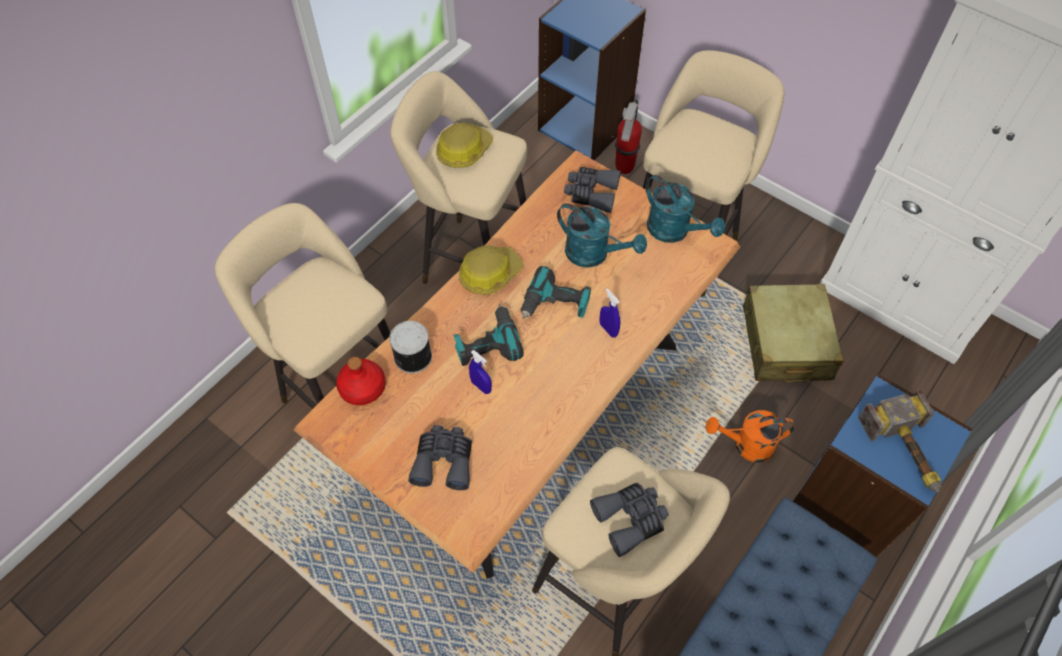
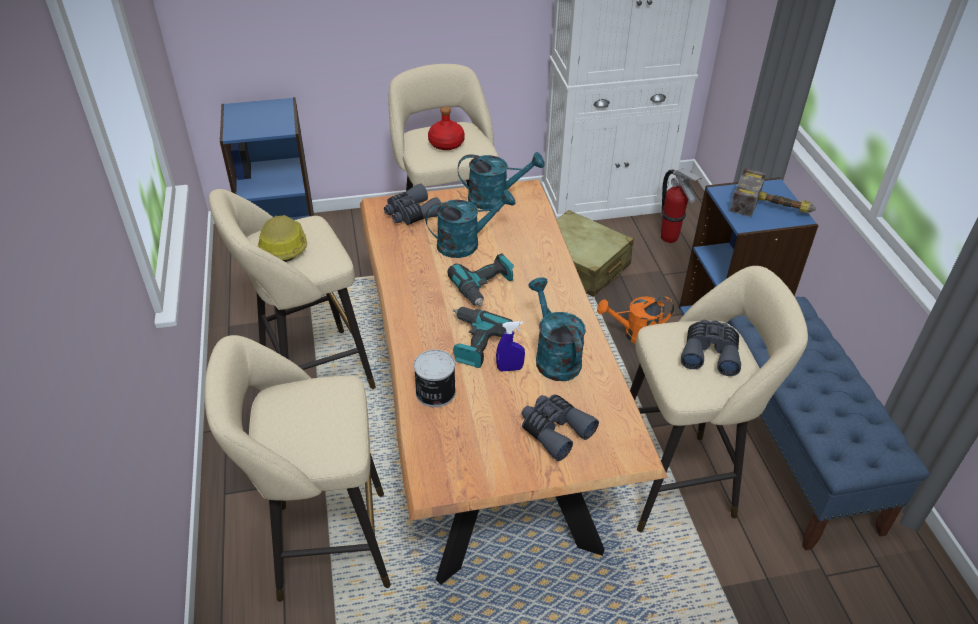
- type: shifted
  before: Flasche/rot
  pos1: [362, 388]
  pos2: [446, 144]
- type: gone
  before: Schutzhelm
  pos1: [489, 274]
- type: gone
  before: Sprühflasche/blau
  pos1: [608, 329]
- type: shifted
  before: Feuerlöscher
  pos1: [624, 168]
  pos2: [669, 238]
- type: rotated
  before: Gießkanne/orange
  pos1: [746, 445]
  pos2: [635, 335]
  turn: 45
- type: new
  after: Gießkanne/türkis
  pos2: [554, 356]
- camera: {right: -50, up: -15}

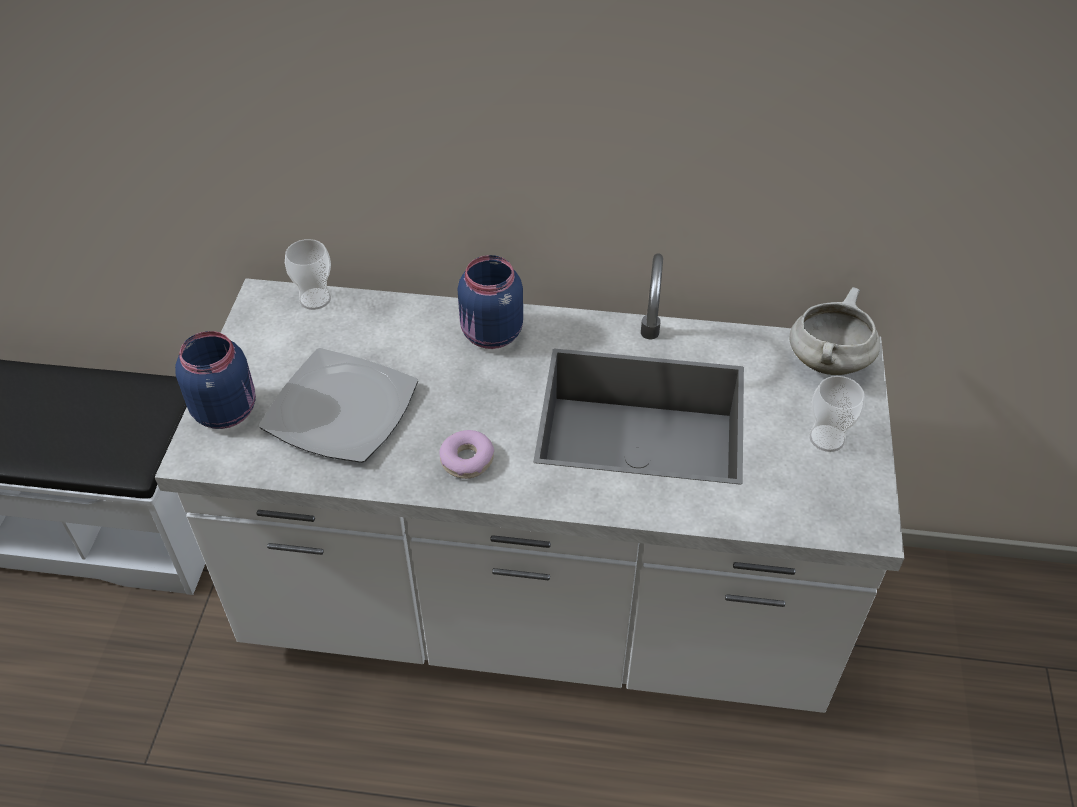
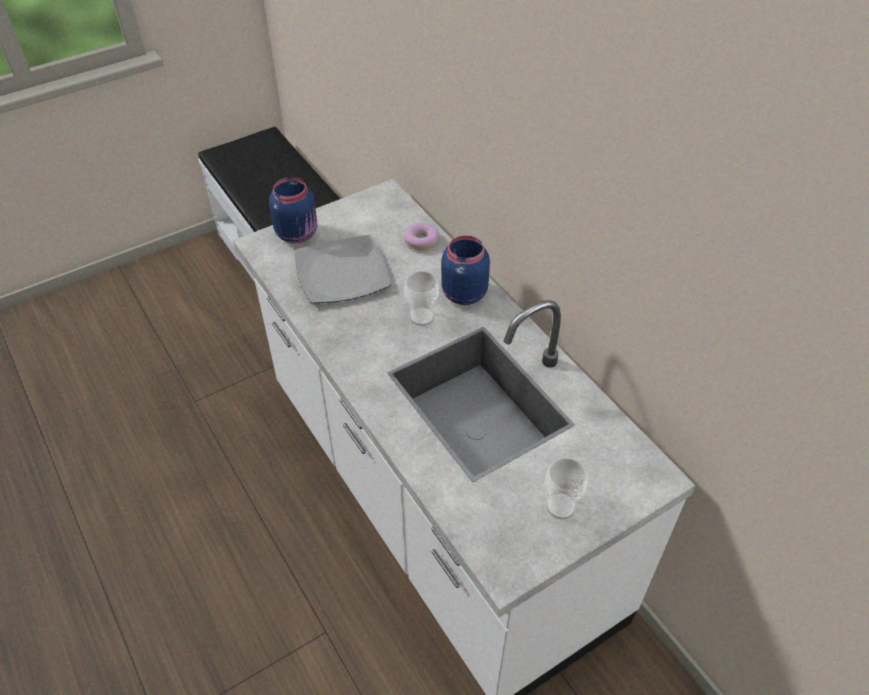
- type: shifted
  before: Tasse
  pos1: [315, 299]
  pos2: [422, 316]
- type: shifted
  before: Donut
  pos1: [467, 460]
  pos2: [421, 241]
- type: gone
  before: Kochtopf/weiß
  pos1: [827, 361]
- camera: {right: 50, up: 0}

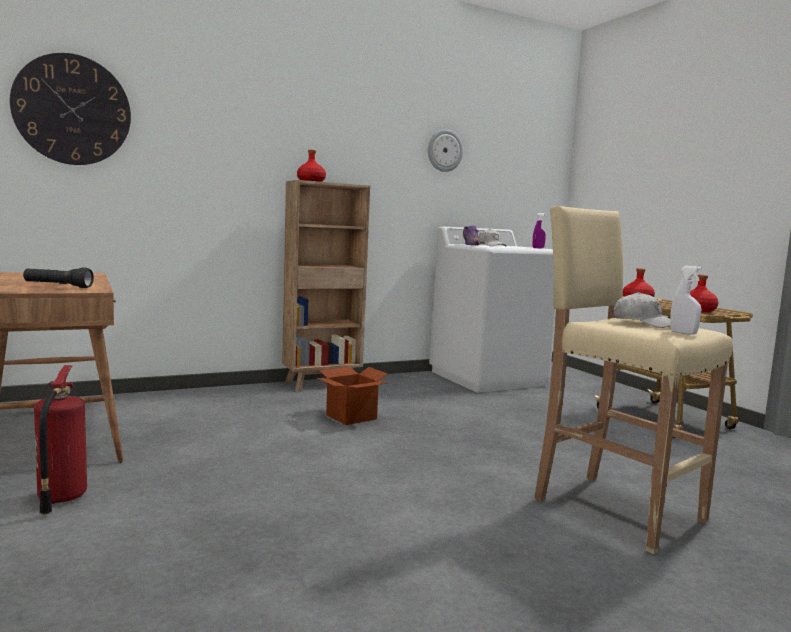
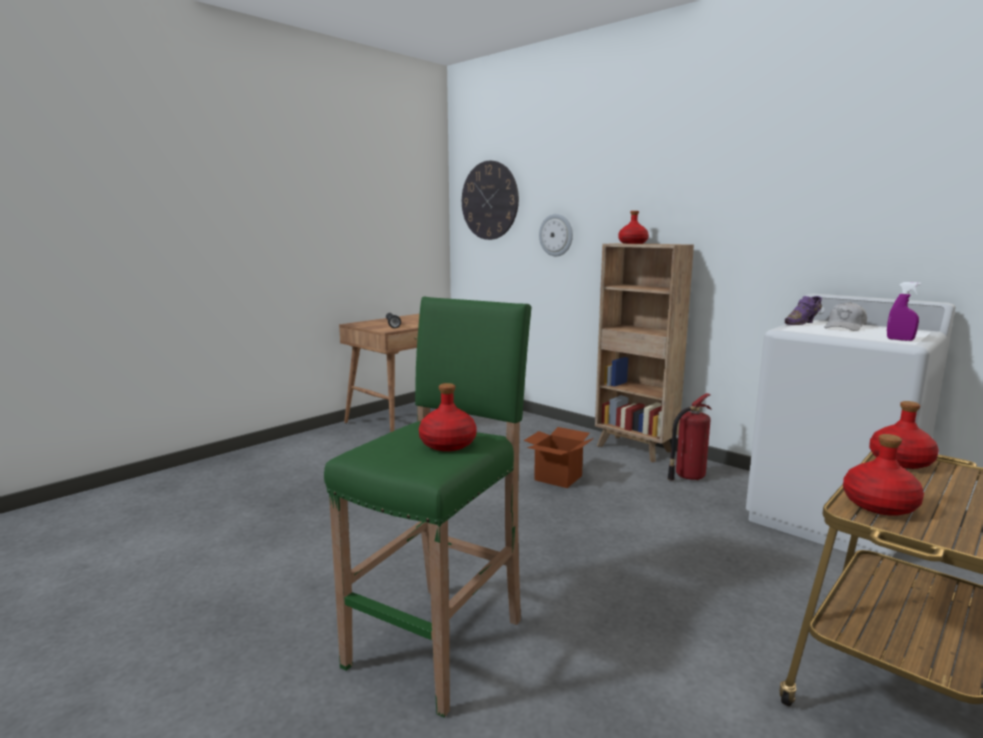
- type: shifted
  before: Feuerlöscher
  pos1: [60, 499]
  pos2: [688, 477]
- type: shifted
  before: Wanduhr
  pos1: [444, 150]
  pos2: [556, 235]
- type: repainted
  before: Hocker/beige
  after: Hocker/grün
  pos1: [614, 509]
  pos2: [439, 641]
- type: swapped
  before: Kappe/weiß
  after: Flasche/rot
  pos1: [643, 323]
  pos2: [448, 444]
- type: gone
  before: Sprühflasche/weiß
  pos1: [683, 333]
- camera: {right: 70, up: 5}

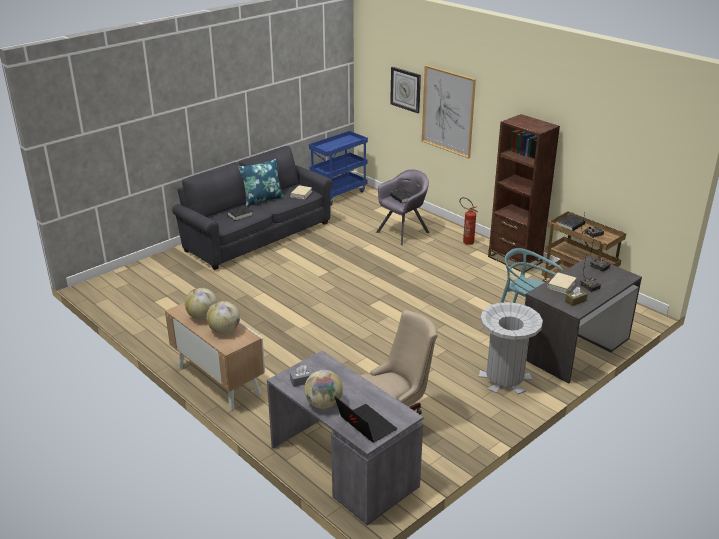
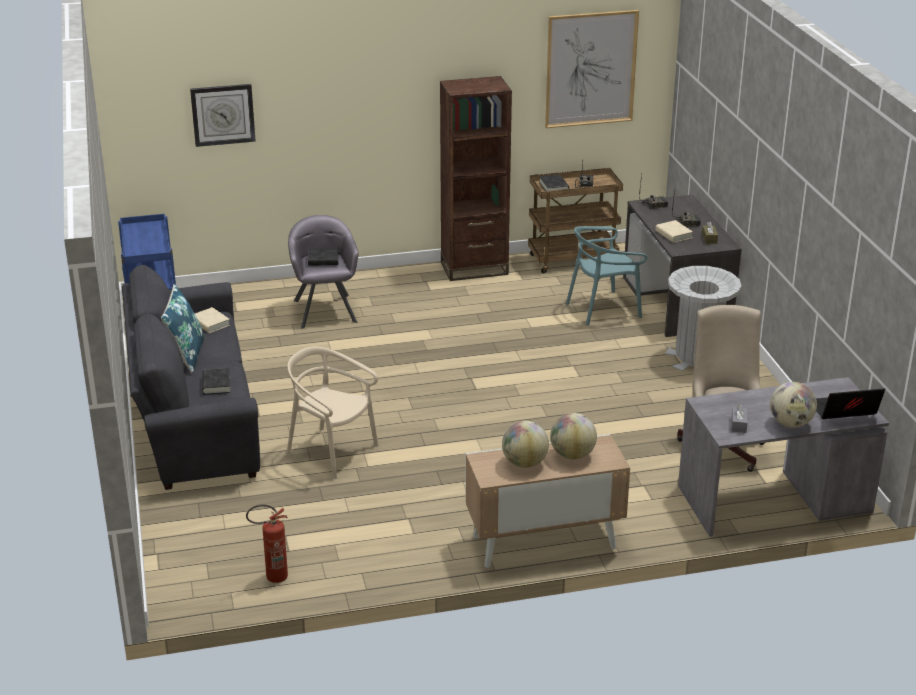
- type: shifted
  before: Bild
  pos1: [448, 111]
  pos2: [591, 69]
- type: shifted
  before: Feuerlöscher
  pos1: [466, 241]
  pos2: [271, 578]
- type: new
  after: Stuhl/beige
  pos2: [331, 452]
- camera: {right: -60, up: 0}

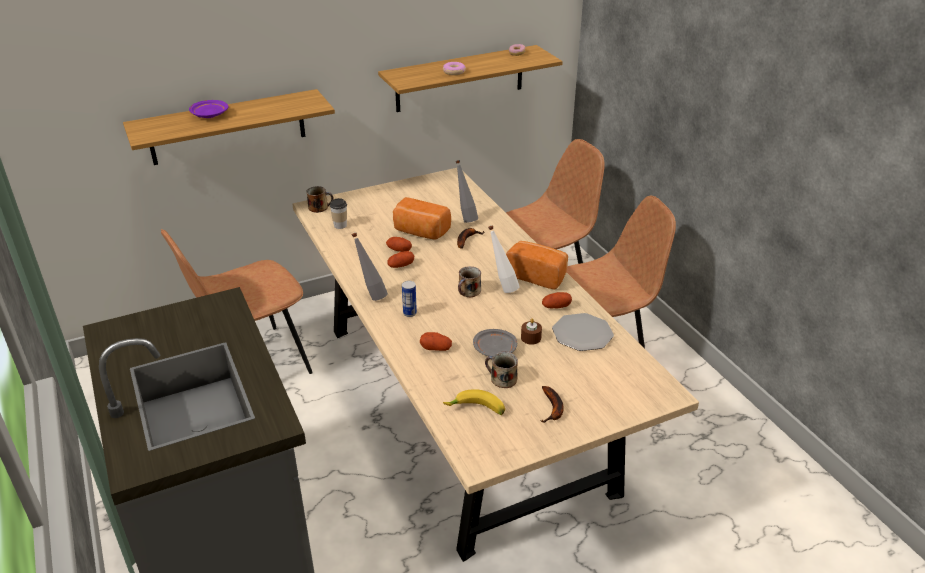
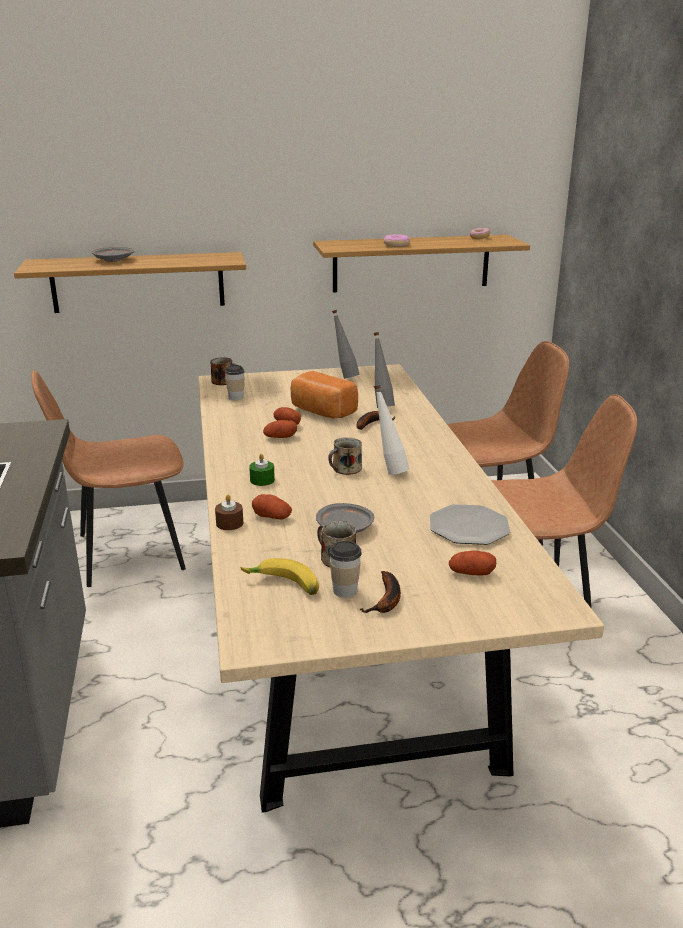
- type: repainted
  before: Teller/lila
  after: Teller/grau
  pos1: [209, 115]
  pos2: [113, 260]
- type: shifted
  before: Flasche/grau
  pos1: [371, 295]
  pos2: [344, 377]
- type: swapped
  before: Dose
  after: Kerze/grün
  pos1: [409, 313]
  pos2: [262, 480]
- type: gone
  before: Brot
  pos1: [537, 275]
- type: shifted
  before: Kerze/braun
  pos1: [531, 338]
  pos2: [229, 523]
- type: shifted
  before: Kartoffel
  pos1: [556, 306]
  pos2: [471, 573]
- type: new
  after: Tasse
  pos2: [345, 590]
- camera: {right: 15, up: -10}

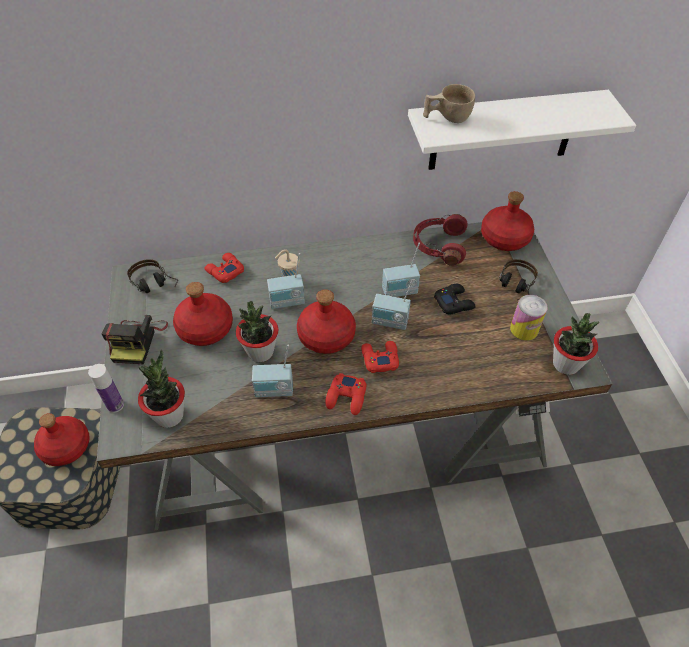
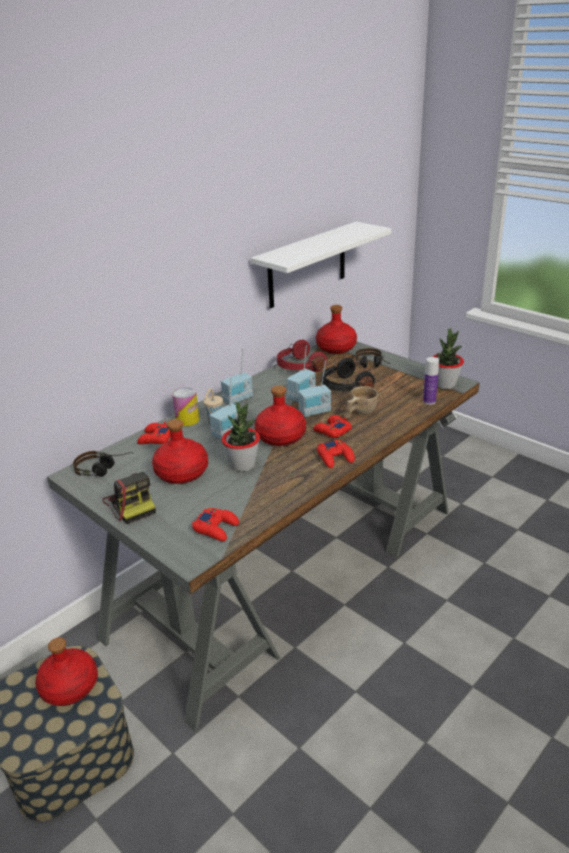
- type: shifted
  before: Flasche
  pos1: [115, 405]
  pos2: [429, 401]
- type: swapped
  before: Topfpflanze
  after: Gamepad/rot
  pos1: [169, 415]
  pos2: [216, 528]
- type: shifted
  before: Radio
  pos1: [274, 391]
  pos2: [238, 399]
- type: shifted
  before: Tasse/beige
  pos1: [446, 118]
  pos2: [359, 413]
- type: swapped
  before: Gamepad/schwarz
  after: Kopfhörer/schwarz
  pos1: [454, 302]
  pos2: [344, 387]
- type: shifted
  before: Dose
  pos1: [524, 329]
  pos2: [187, 420]
- camera: {right: -35, up: -20}

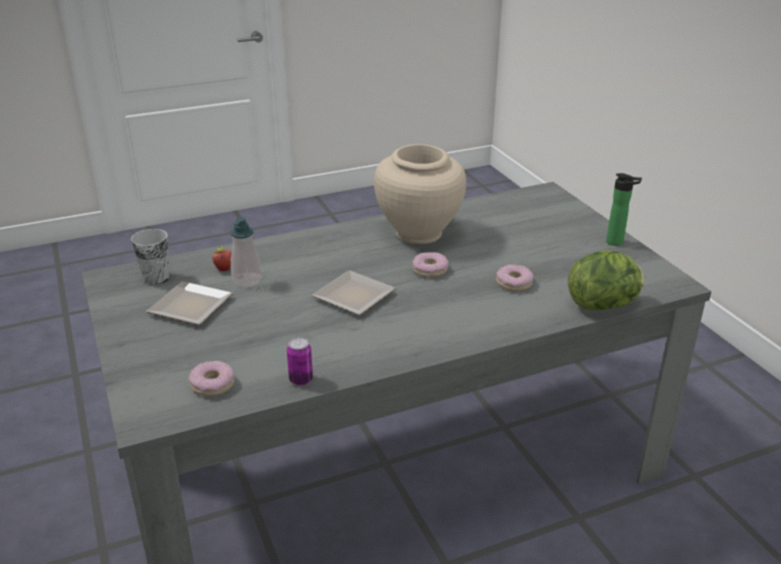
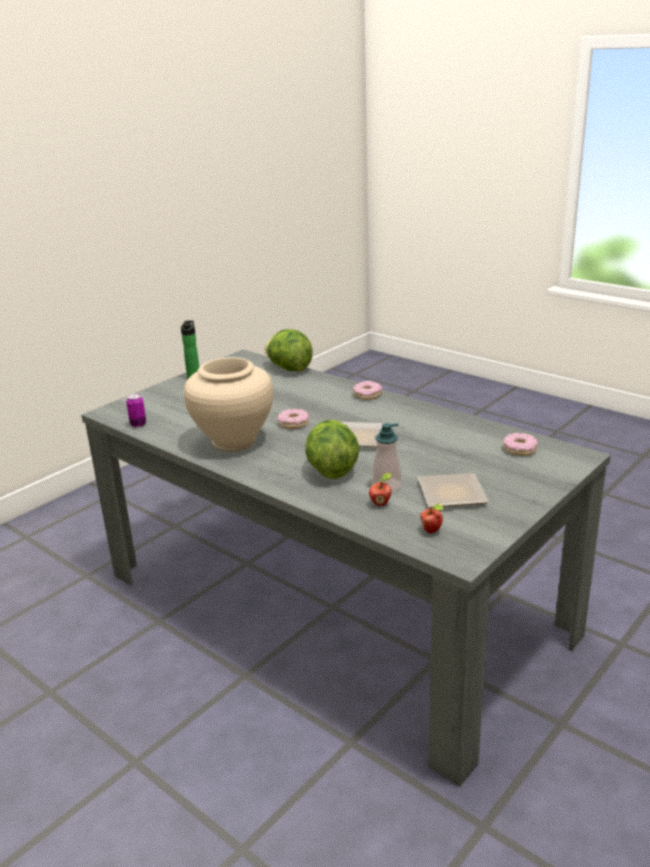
- type: swapped
  before: Tasse
  after: Apfel
  pos1: [156, 278]
  pos2: [432, 531]
- type: shifted
  before: Dose
  pos1: [301, 380]
  pos2: [138, 424]
- type: shifted
  before: Donut
  pos1: [513, 283]
  pos2: [367, 395]
- type: new
  after: Salatkopf
  pos2: [331, 470]
- camera: {right: -115, up: -5}

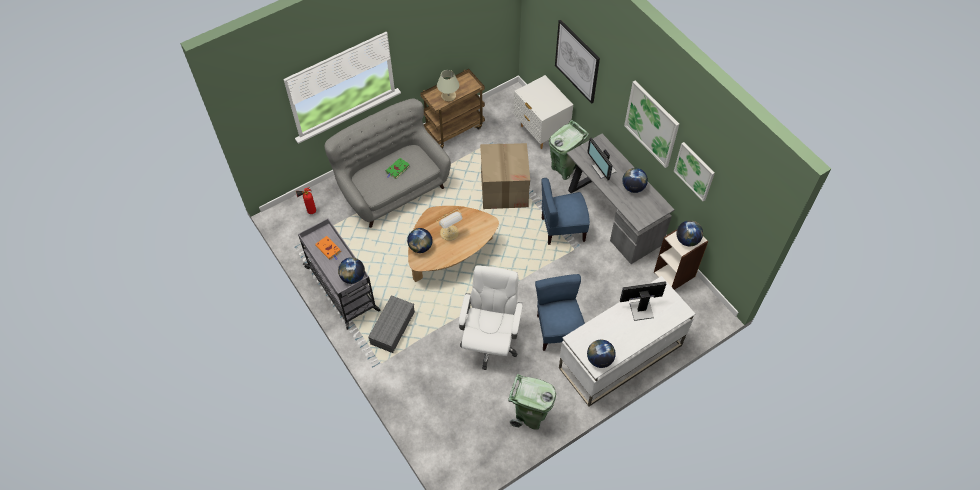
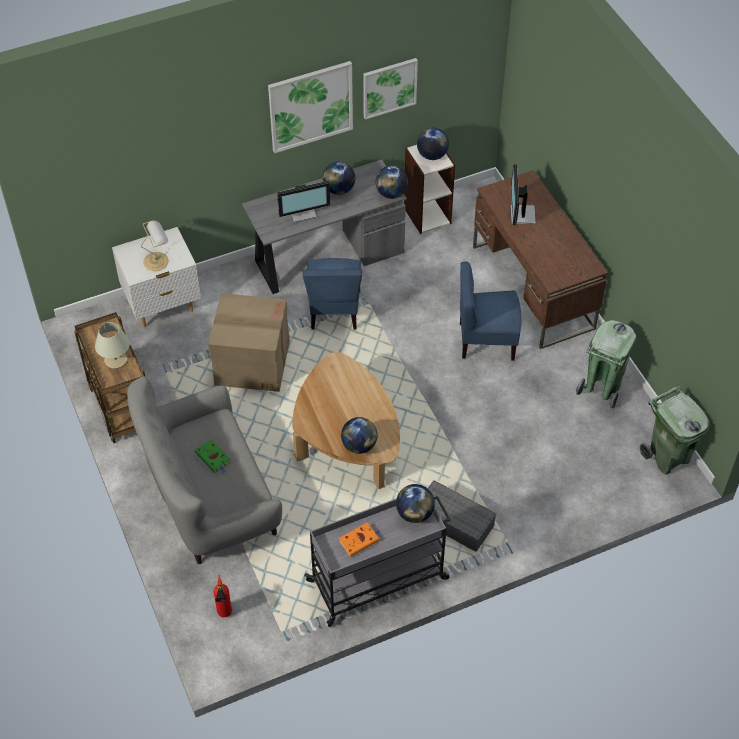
- type: shifted
  before: Tischlampe
  pos1: [450, 233]
  pos2: [157, 261]
- type: gone
  before: Bürostuhl/weiß
  pos1: [490, 341]
- type: shifted
  before: Mülleimer/grün
  pos1: [565, 168]
  pos2: [668, 457]
- type: gone
  before: Bild
  pos1: [577, 61]
- type: repainted
  before: Schreibtisch/weiß
  after: Schreibtisch/braun
  pos1: [620, 357]
  pos2: [533, 288]
- type: shifted
  before: Globus
  pos1: [599, 359]
  pos2: [391, 193]
- camera: {right: -80, up: -5}

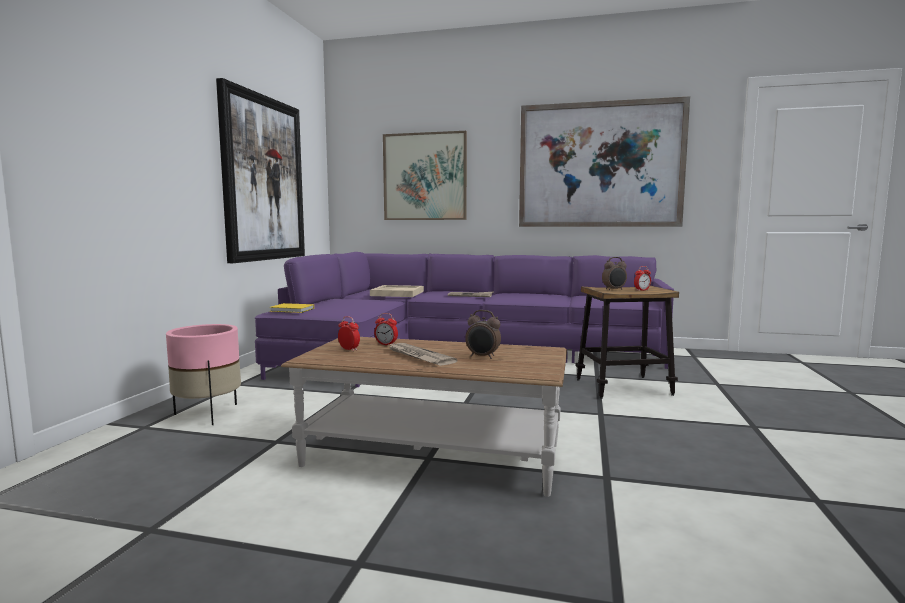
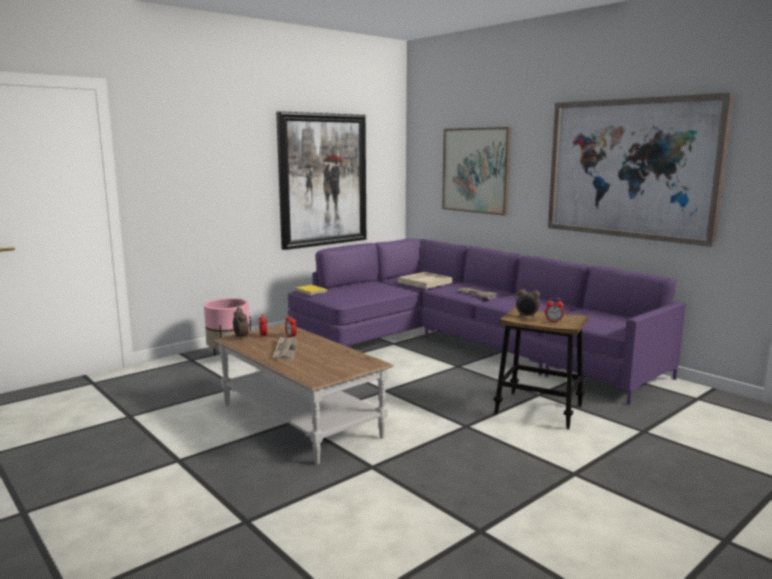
- type: shifted
  before: Wecker
  pos1: [482, 357]
  pos2: [240, 337]
- camera: {right: 35, up: 5}

